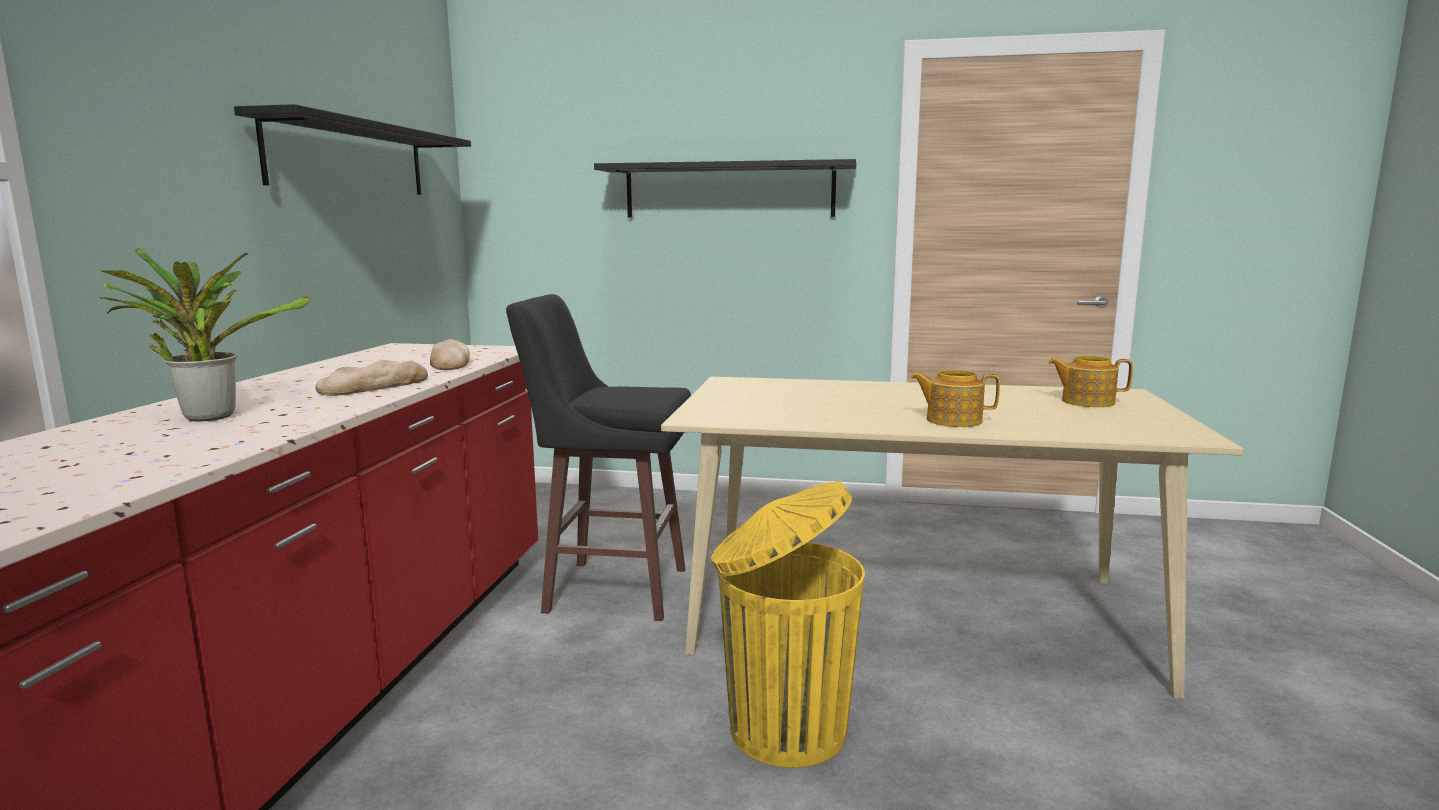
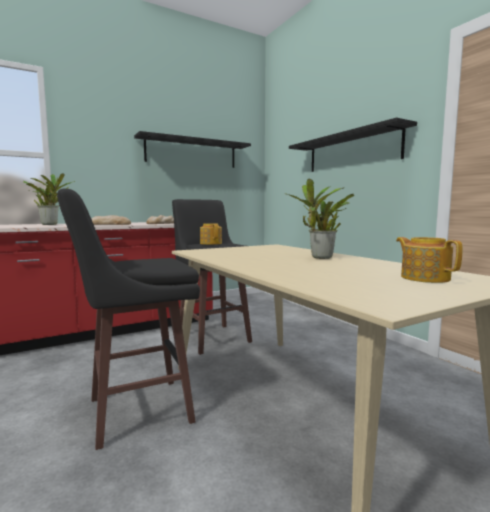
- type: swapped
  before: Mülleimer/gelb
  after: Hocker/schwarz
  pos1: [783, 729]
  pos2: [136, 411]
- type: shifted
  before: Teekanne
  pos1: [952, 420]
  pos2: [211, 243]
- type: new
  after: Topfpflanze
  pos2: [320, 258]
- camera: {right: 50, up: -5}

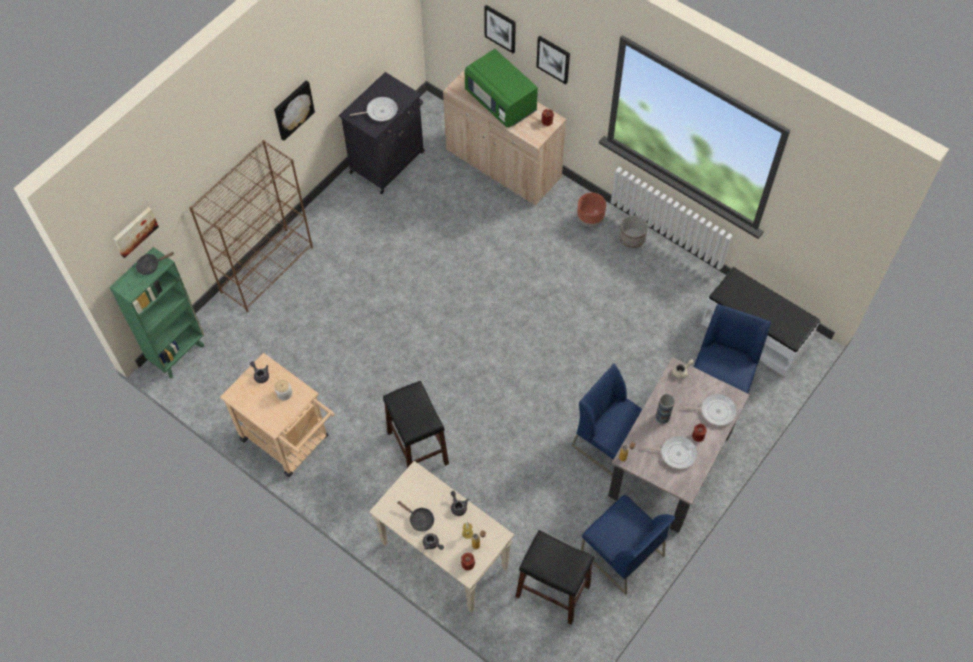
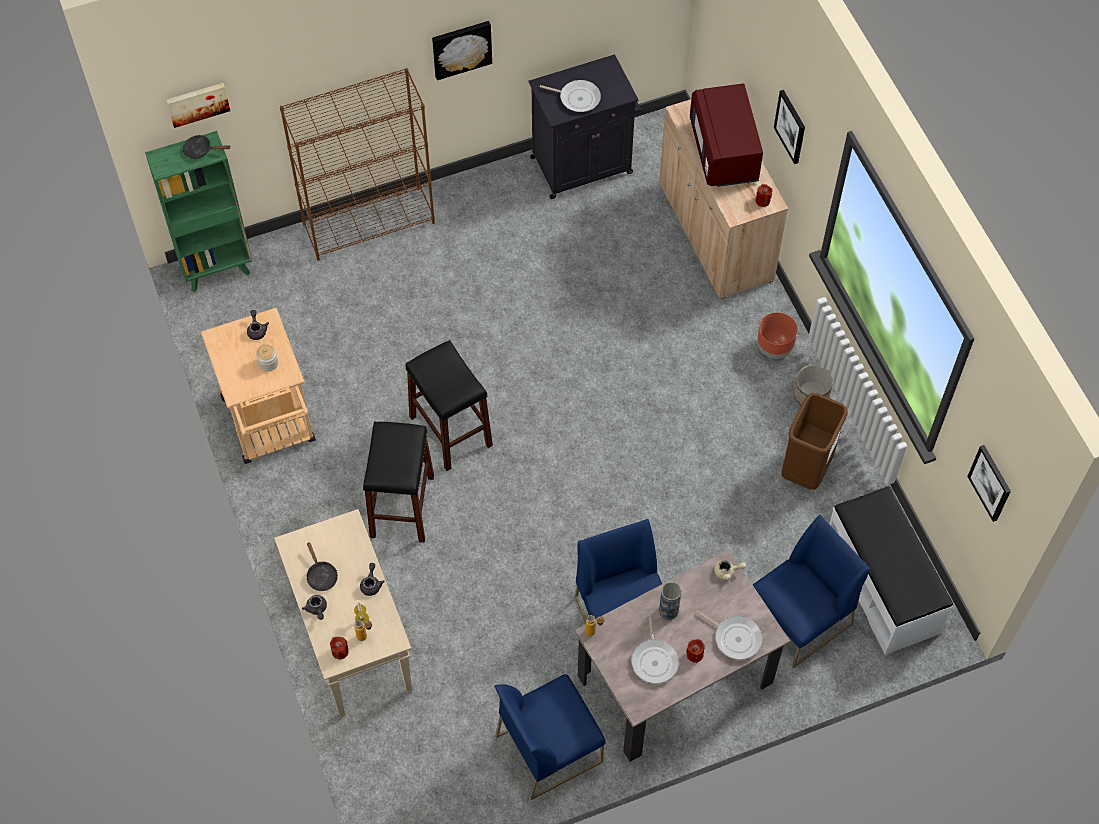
- type: repainted
  before: Mikrowelle/grün
  after: Mikrowelle/rot
  pos1: [501, 102]
  pos2: [724, 152]
- type: shifted
  before: Bild
  pos1: [500, 28]
  pos2: [990, 482]
- type: shifted
  before: Hocker/schwarz
  pos1: [552, 591]
  pos2: [450, 431]
- type: rotated
  before: Stuhl/blau
  pos1: [621, 553]
  pos2: [549, 748]
  turn: 75
- type: rotated
  before: Pfanne
  pos1: [675, 453]
  pos2: [654, 660]
  turn: 45
- type: new
  after: Mülleimer/braun
  pos2: [806, 469]
- camera: {right: 30, up: 0}

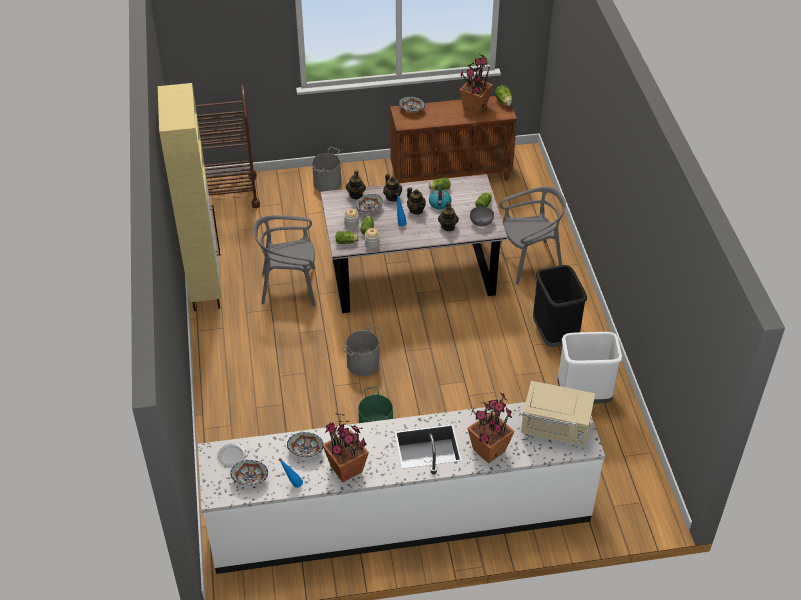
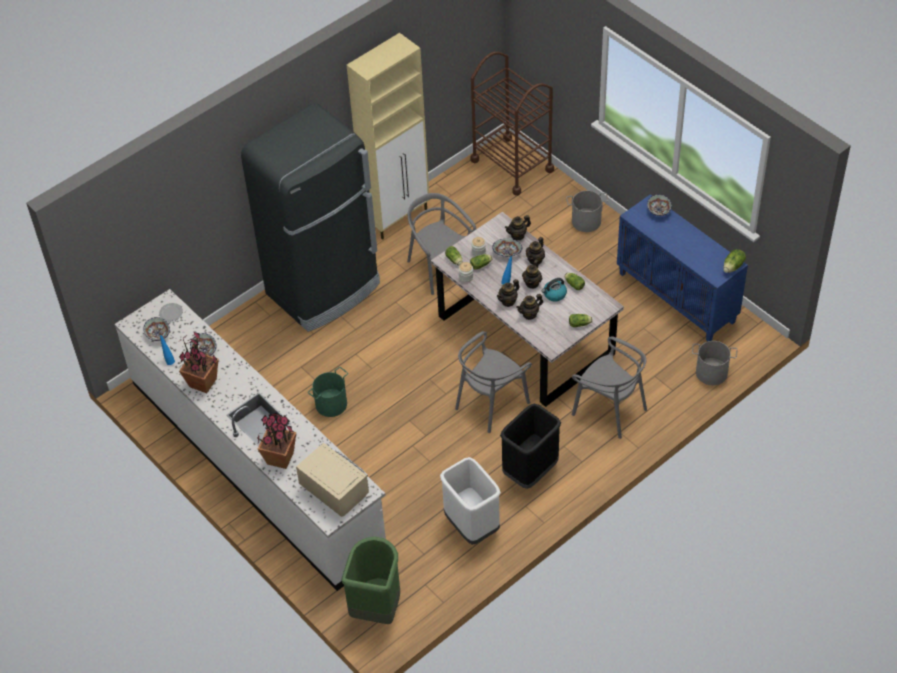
- type: shifted
  before: Eimer/grau
  pos1: [362, 363]
  pos2: [711, 372]
- type: repainted
  before: Schrank/braun
  after: Schrank/blau
  pos1: [451, 174]
  pos2: [677, 297]
- type: gone
  before: Topfpflanze
  pos1: [474, 107]
- type: gone
  before: Schüssel/grau
  pos1: [481, 222]
- type: rotated
  before: Mikrowelle/beige
  pos1: [556, 428]
  pos2: [334, 490]
  turn: 150
- type: new
  after: Kühlschrank/schwarz
  pos2: [324, 289]
- type: new
  after: Mülleimer/grün
  pos2: [376, 607]
- type: new
  after: Stuhl/grau
  pos2: [491, 403]
- type: new
  after: Teekanne
  pos2: [508, 301]
- camera: {right: 60, up: 5}

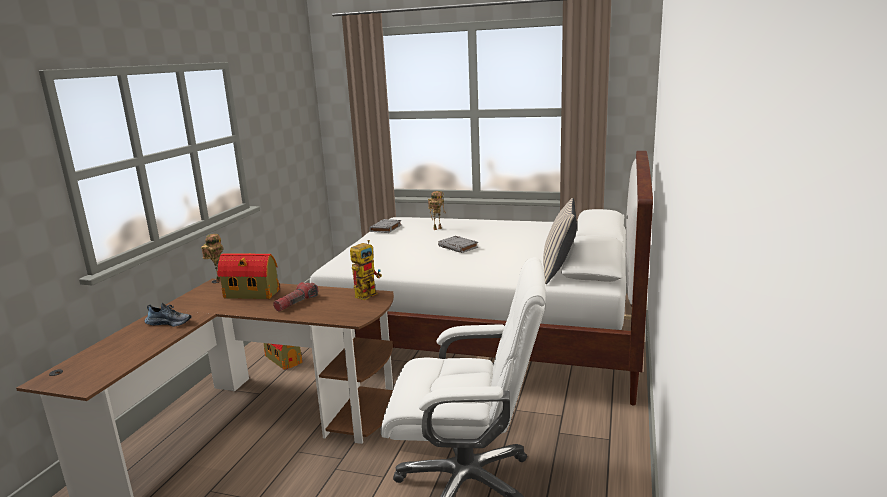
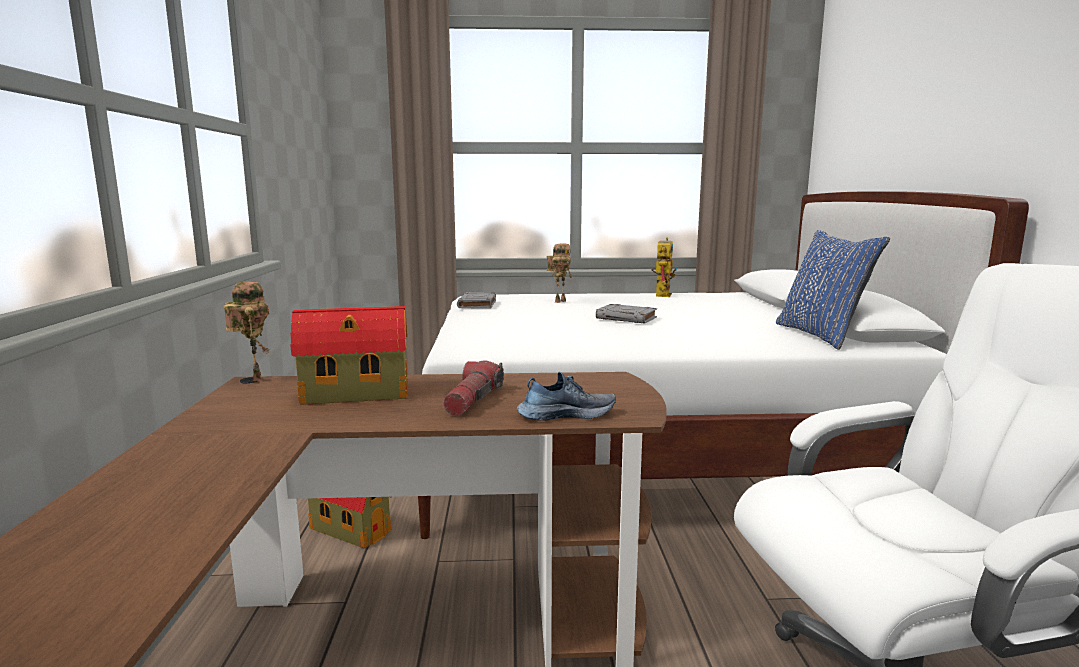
- type: shifted
  before: Schuh
  pos1: [170, 323]
  pos2: [566, 414]
- type: shifted
  before: Spielzeugroboter
  pos1: [368, 293]
  pos2: [662, 294]
- type: repainted
  before: Kissen/beige
  after: Kissen/blau
  pos1: [559, 271]
  pos2: [821, 335]
- camera: {right: -20, up: -5}

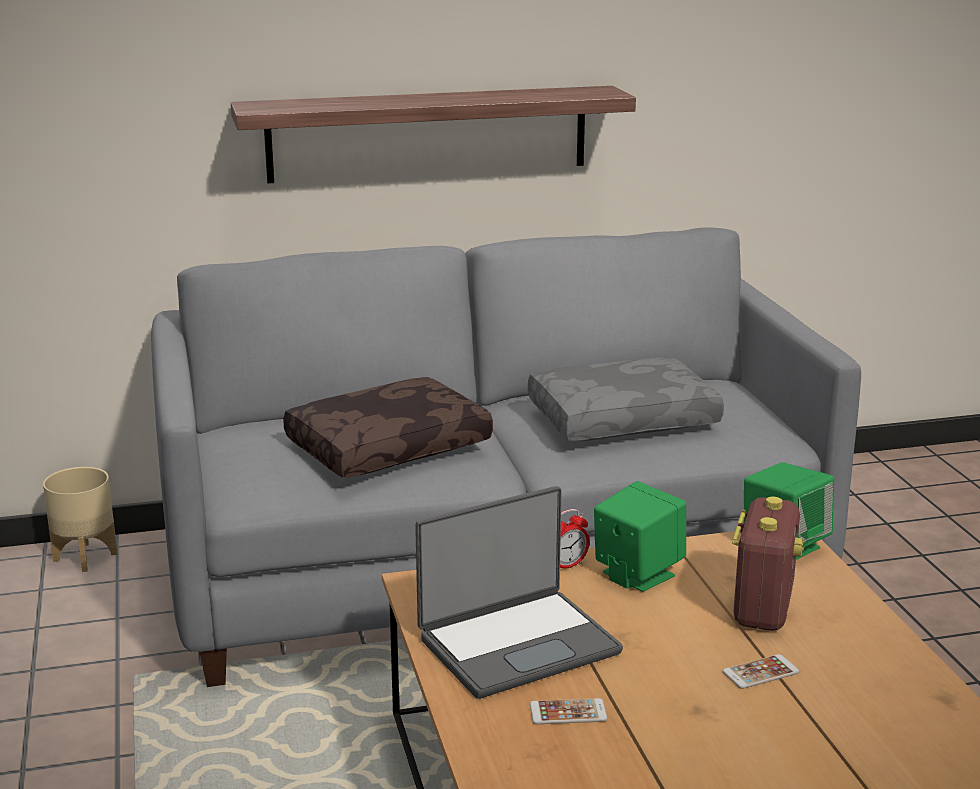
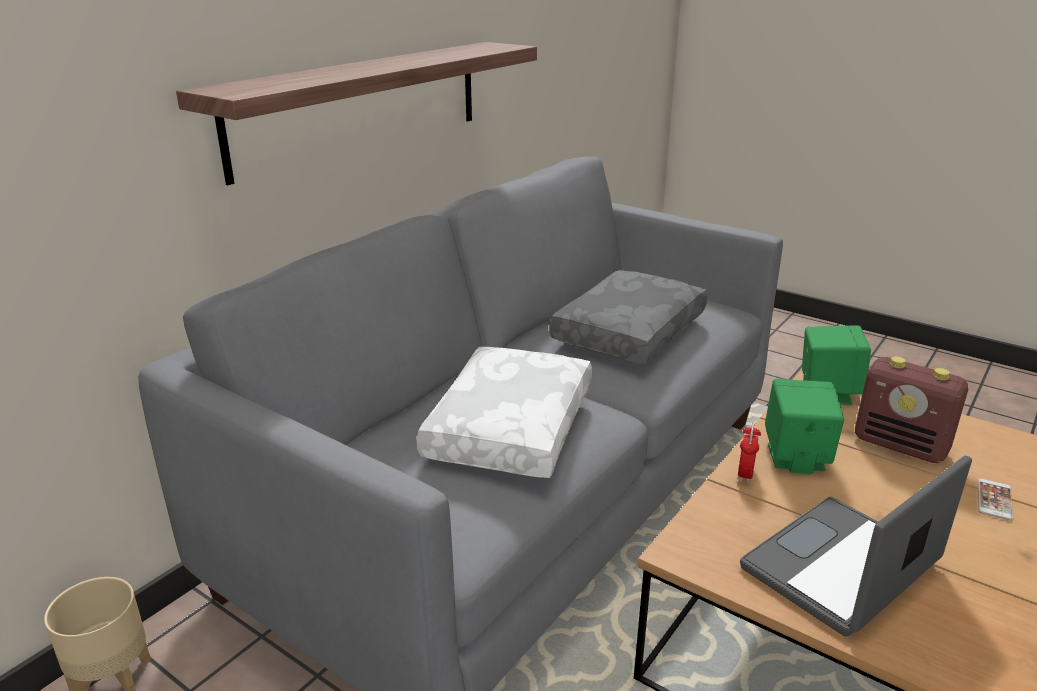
- type: repainted
  before: Kissen/braun
  after: Kissen/weiß
  pos1: [388, 446]
  pos2: [508, 426]
- type: rotated
  before: Laptop
  pos1: [517, 644]
  pos2: [843, 568]
  turn: -150
- type: gone
  before: Handy
  pos1: [568, 712]
- type: rotated
  before: Radio
  pos1: [762, 607]
  pos2: [901, 445]
  turn: 150
- camera: {right: -40, up: 5}

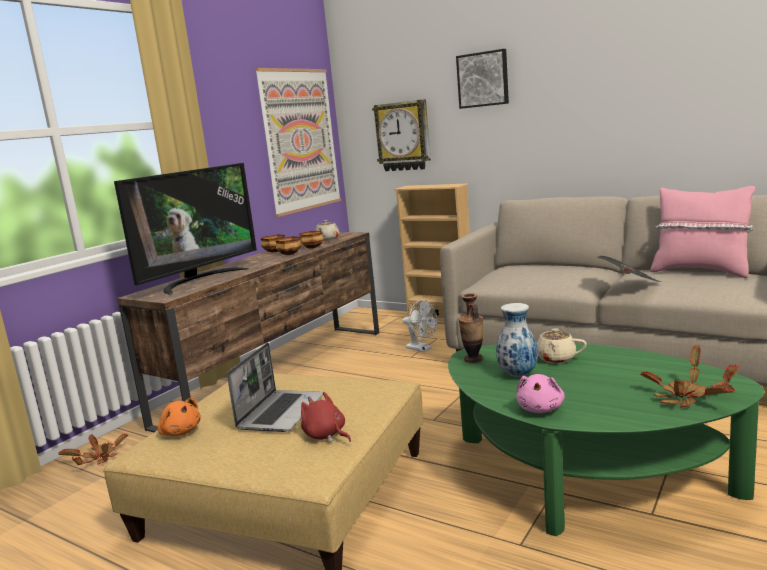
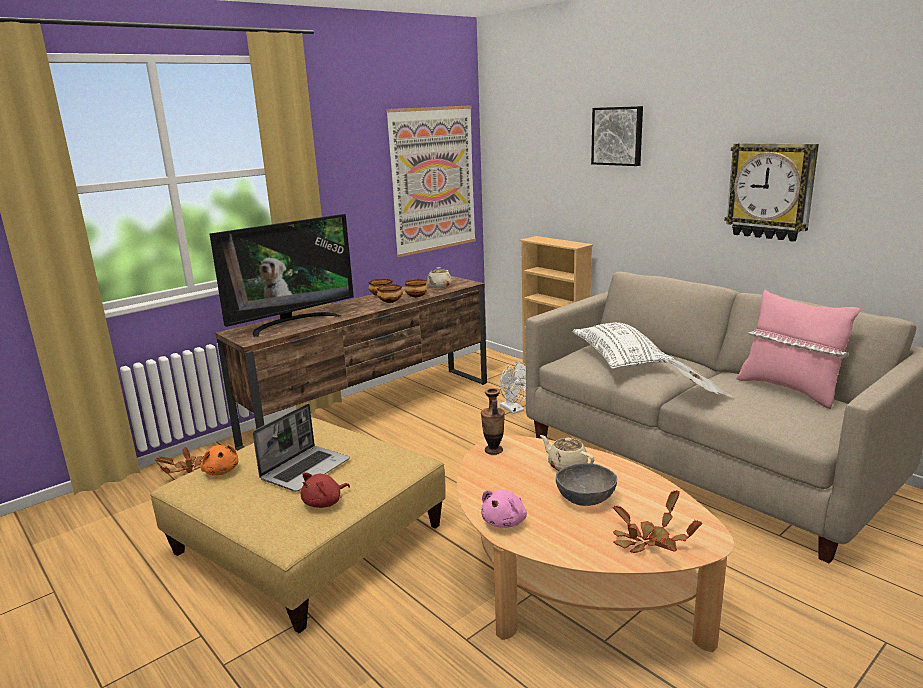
- type: rotated
  before: Plüschtier/rot
  pos1: [326, 435]
  pos2: [324, 503]
  turn: -105
- type: shifted
  before: Wanduhr
  pos1: [403, 136]
  pos2: [770, 191]
- type: repainted
  before: Couchtisch/grün
  after: Couchtisch/beige
  pos1: [584, 476]
  pos2: [571, 585]
- type: gone
  before: Vase
  pos1: [518, 375]
- type: new
  after: Schüssel/grau
  pos2: [586, 498]
- type: new
  after: Kissen/weiß
  pos2: [619, 358]
- camera: {right: 15, up: 5}

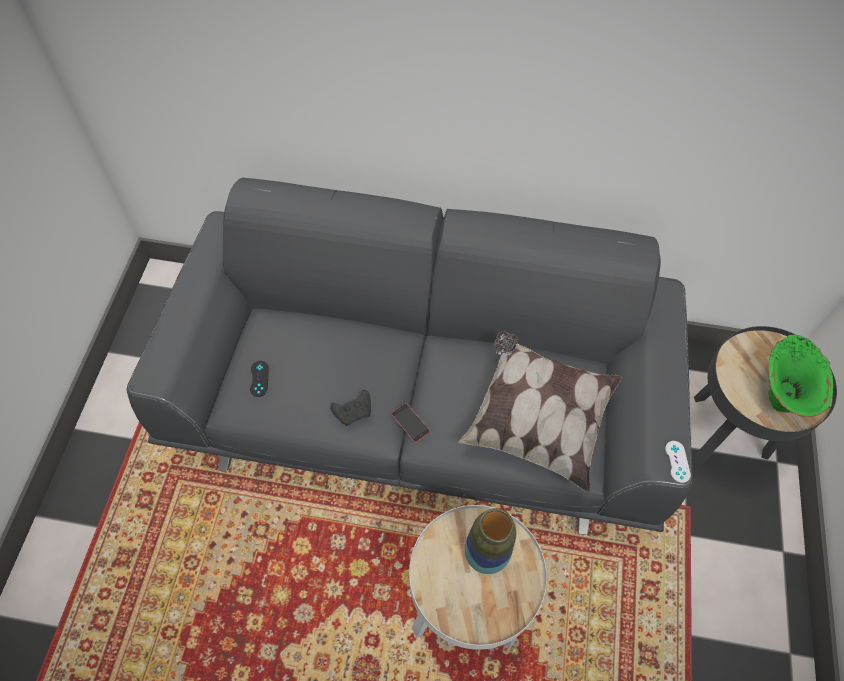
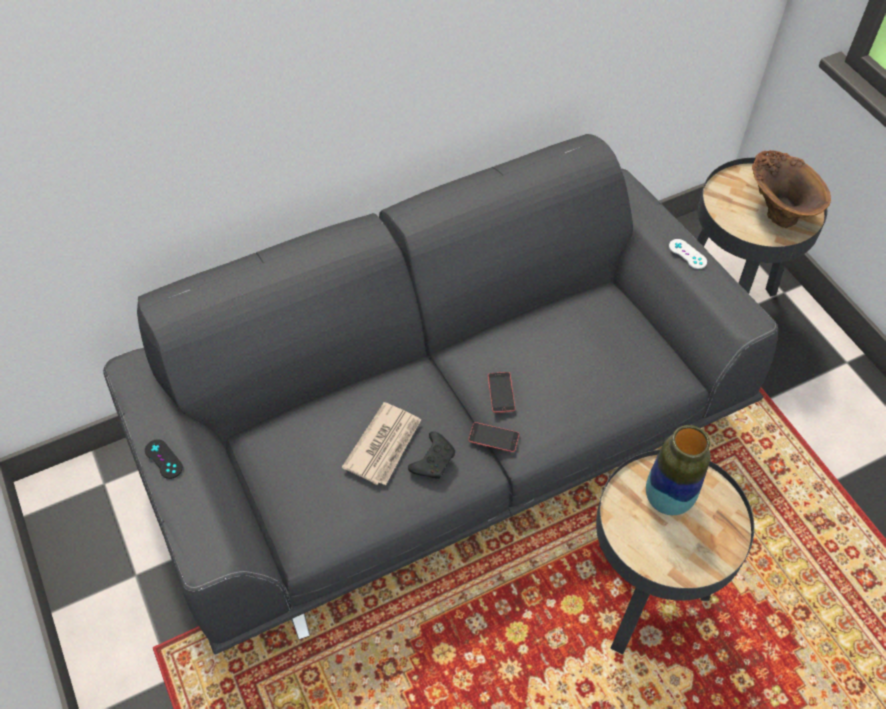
- type: shifted
  before: Gamepad/schwarz
  pos1: [259, 378]
  pos2: [163, 459]
- type: repainted
  before: Beistelltisch/weiß
  after: Beistelltisch/schwarz
  pos1: [465, 609]
  pos2: [643, 596]
- type: gone
  before: Kissen
  pos1: [537, 419]
- type: shifted
  before: Gamepad/weiß
  pos1: [677, 461]
  pos2: [687, 254]
- type: repainted
  before: Vase/grün
  after: Vase/braun
  pos1: [783, 393]
  pos2: [779, 211]
- type: new
  after: Zeitung
  pos2: [384, 445]
- type: new
  after: Handy
  pos2: [501, 392]
- camera: {right: -35, up: -5}

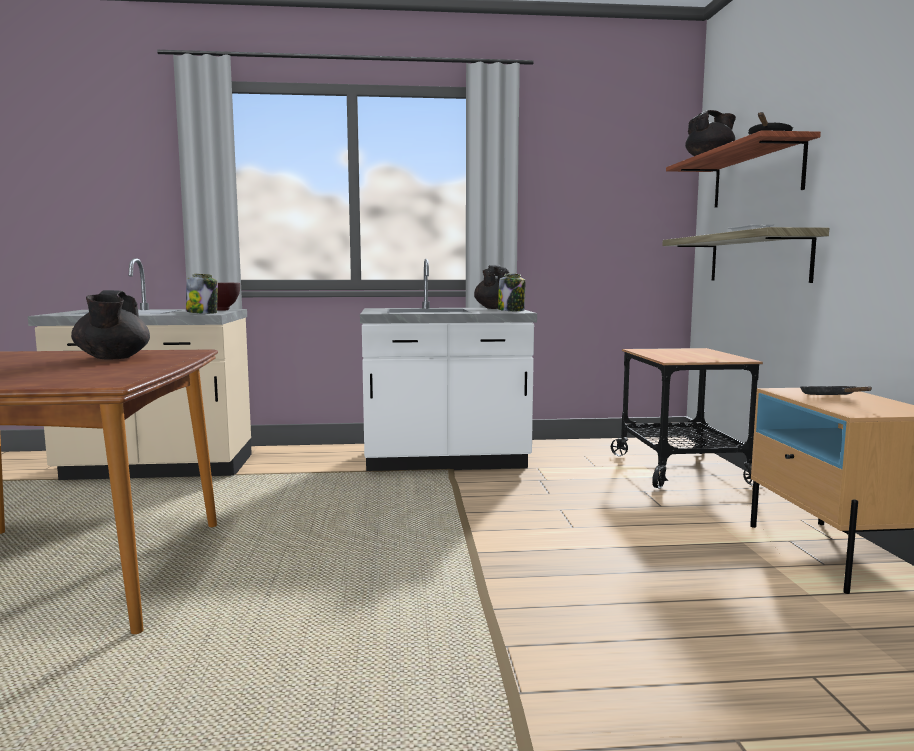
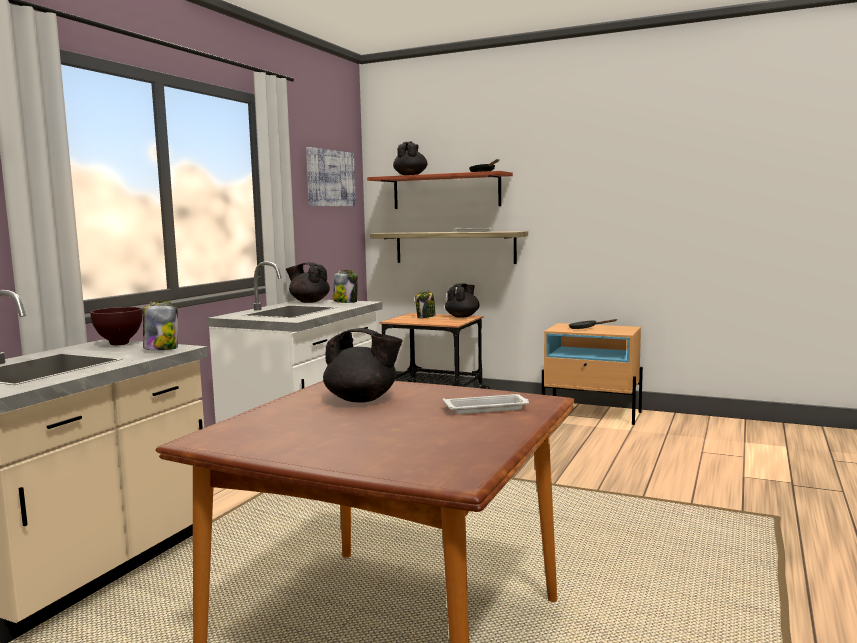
- type: new
  after: Bild
  pos2: [330, 178]
- type: new
  after: Vorratsglas
  pos2: [426, 317]
- type: new
  after: Tablett/weiß
  pos2: [487, 408]
- type: new
  after: Teekanne/schwarz
  pos2: [462, 316]
- camera: {right: -60, up: 0}

